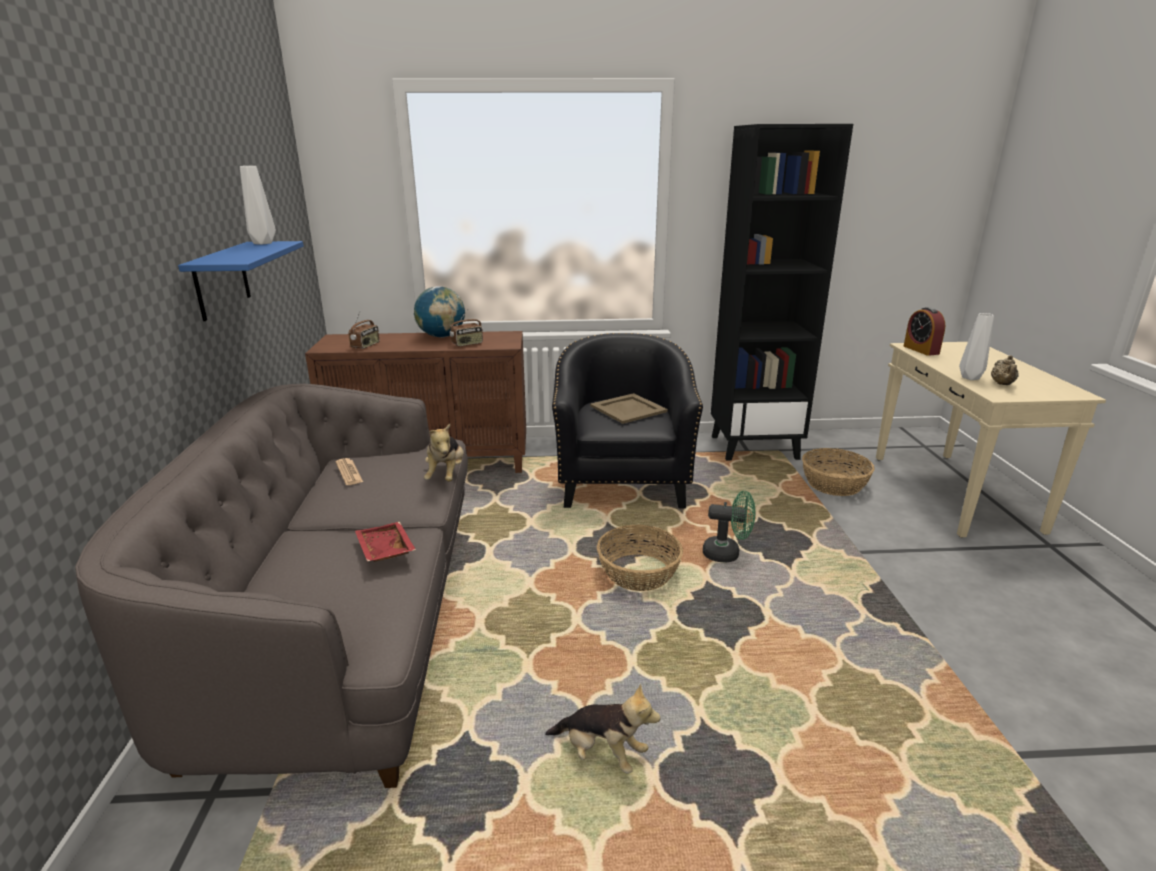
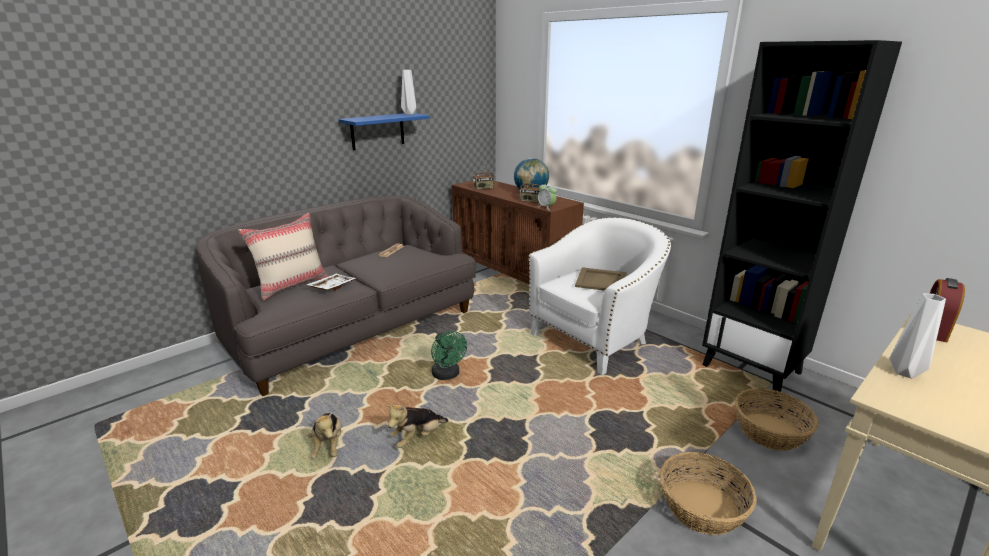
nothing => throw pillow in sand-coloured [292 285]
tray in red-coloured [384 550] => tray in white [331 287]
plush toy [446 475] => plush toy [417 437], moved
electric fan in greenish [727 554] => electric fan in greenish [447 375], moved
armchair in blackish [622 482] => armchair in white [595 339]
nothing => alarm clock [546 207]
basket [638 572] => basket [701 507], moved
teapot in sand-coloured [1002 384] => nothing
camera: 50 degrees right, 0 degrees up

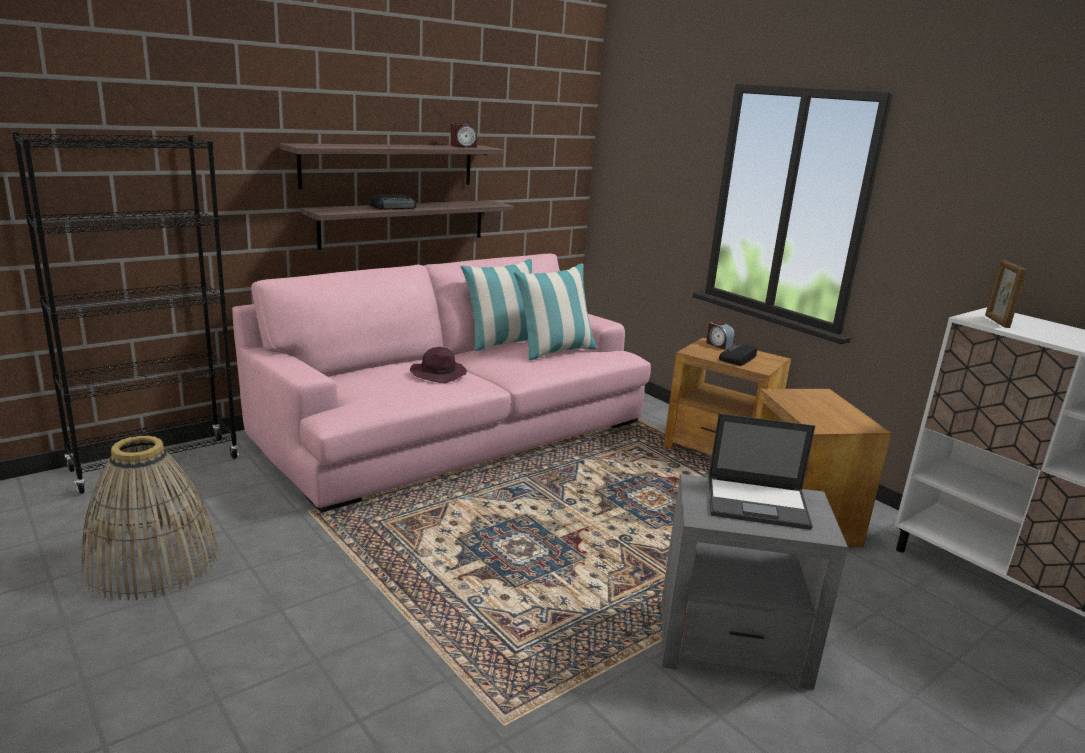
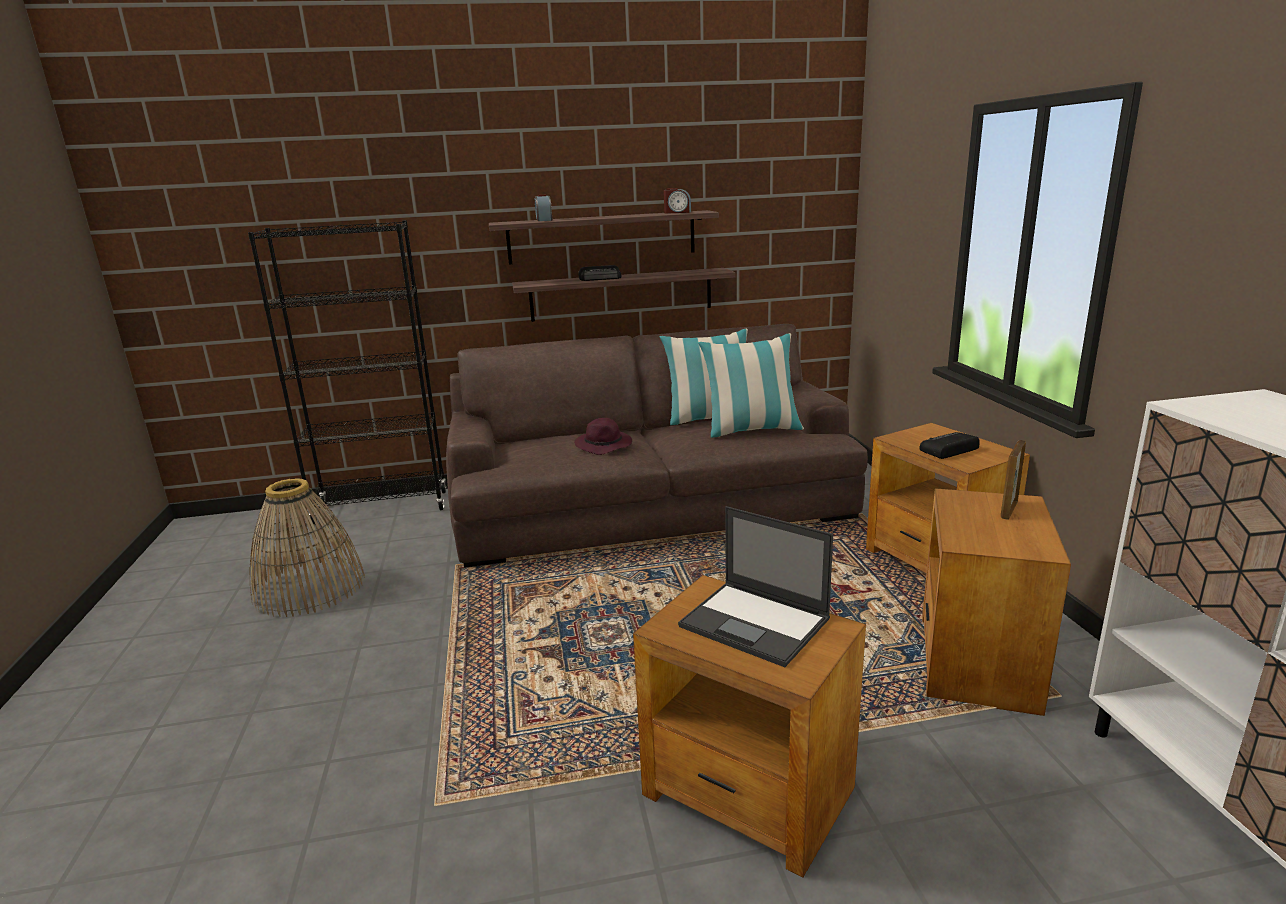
couch in pinkish [453 428] => couch in brown-coloured [651 503]
alarm clock [718 345] => alarm clock [544 220], moved
accent table in gray [733 644] => accent table in brown-coloured [749 792]
standing frame [996 321] => standing frame [1008 509], moved
camera: 30 degrees right, 0 degrees up

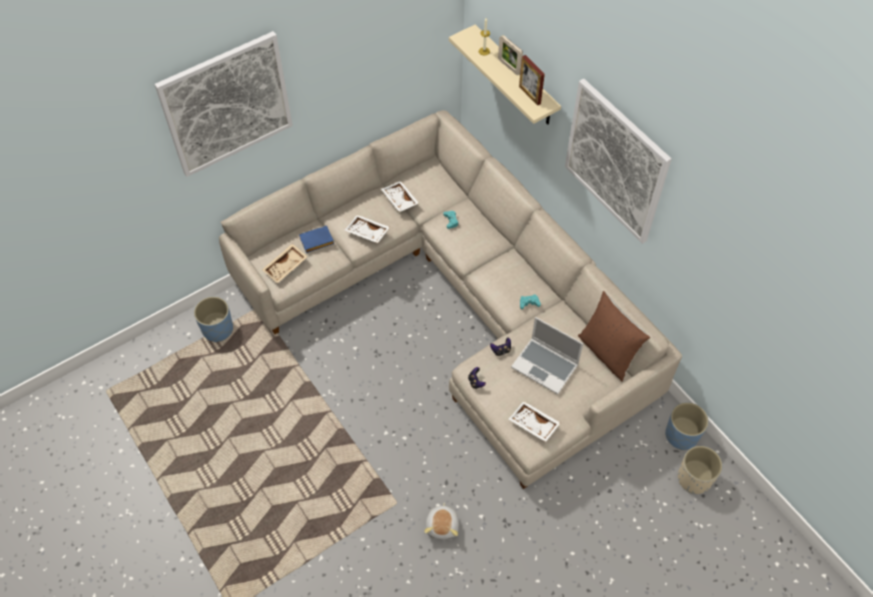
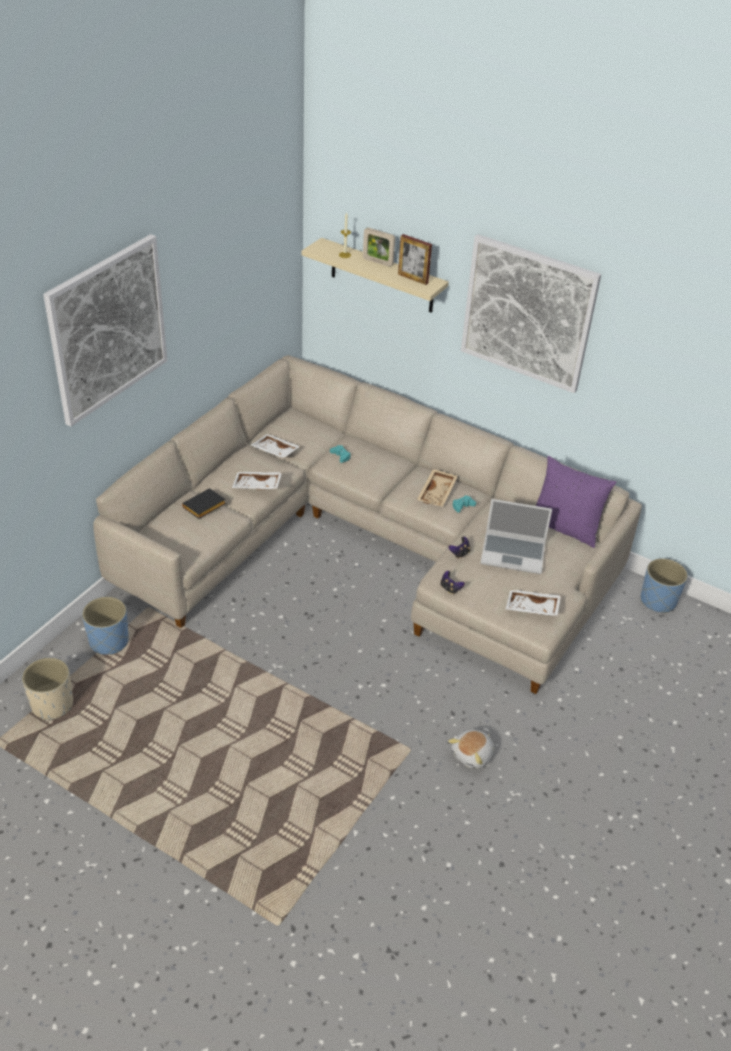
plant pot in sand-coloured [694 479] => plant pot in sand-coloured [53 704], moved
book in blue-coloured [316 242] => book in blackish [204 507]
tray in sand-coloured [286 267] => tray in sand-coloured [437 493], moved
plush toy [443 526] => plush toy [473 755], 60 degrees clockwise
throw pillow in brown-coloured [608 352] => throw pillow in purple-coloured [565 528]
camera: 25 degrees left, 15 degrees down

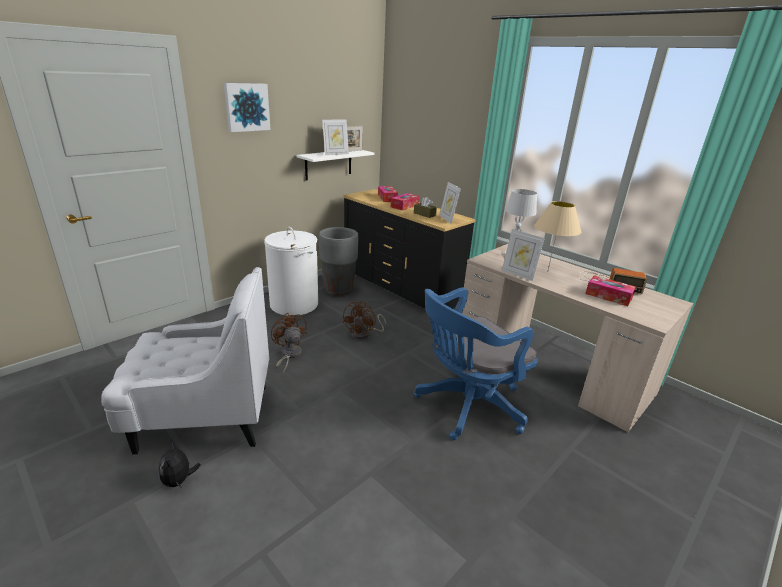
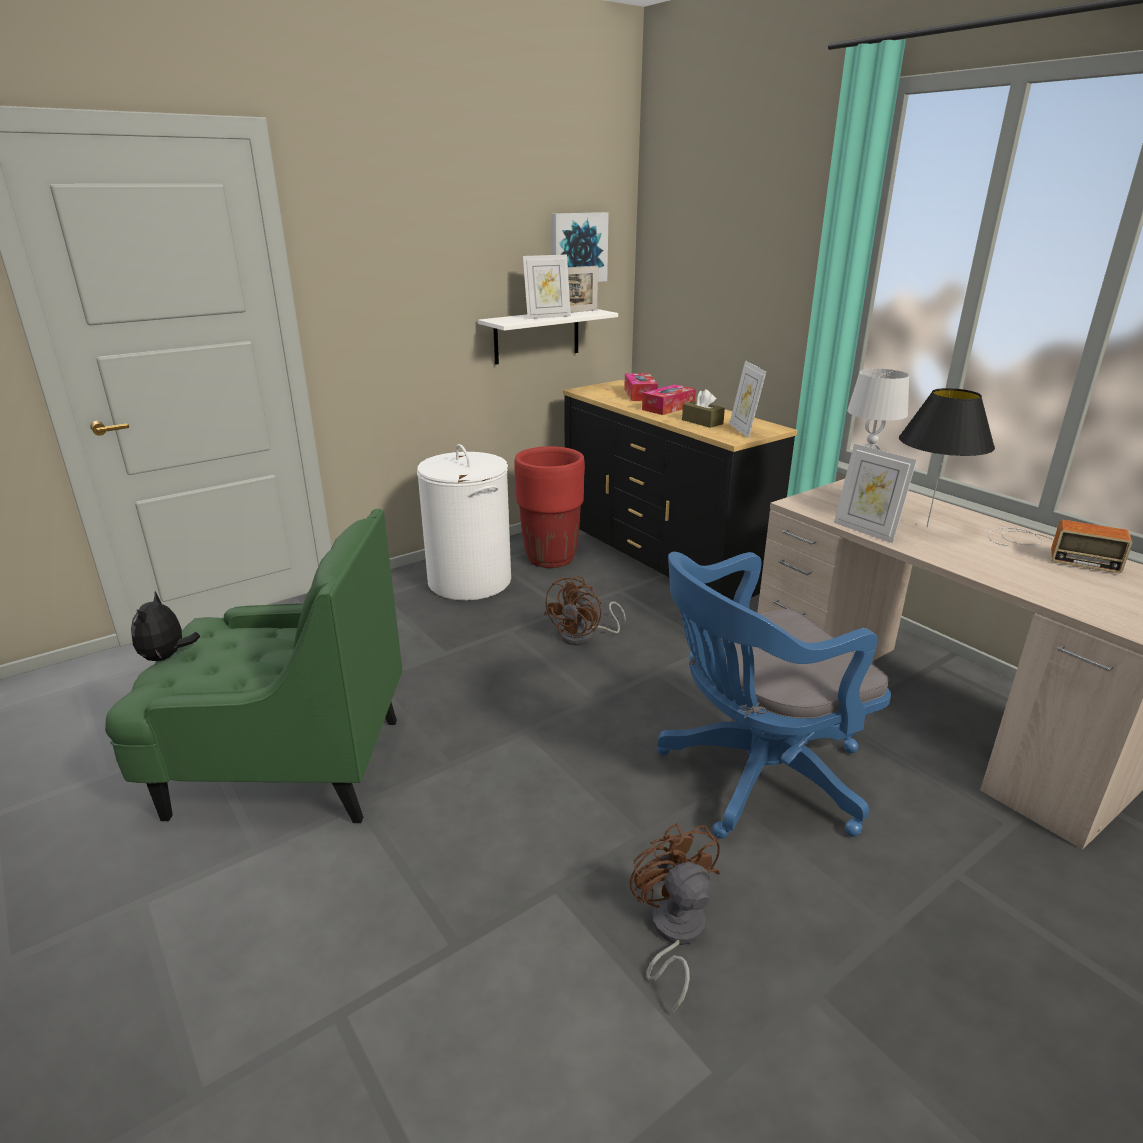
armchair in white [203 417] => armchair in greenish [285 767]
plush toy [179 480] => plush toy [166 657], moved
plant pot in gray [338 290] => plant pot in red-coloured [551 558]
wall art [246 107] => wall art [577 248], moved
electric fan in brown-coloured [289 355] => electric fan in brown-coloured [673 933], moved
lamp for a table in sand-coloured [547 271] => lamp for a table in blackish [926 527]
box of tissues [608 296] => nothing
camera: 10 degrees right, 0 degrees up

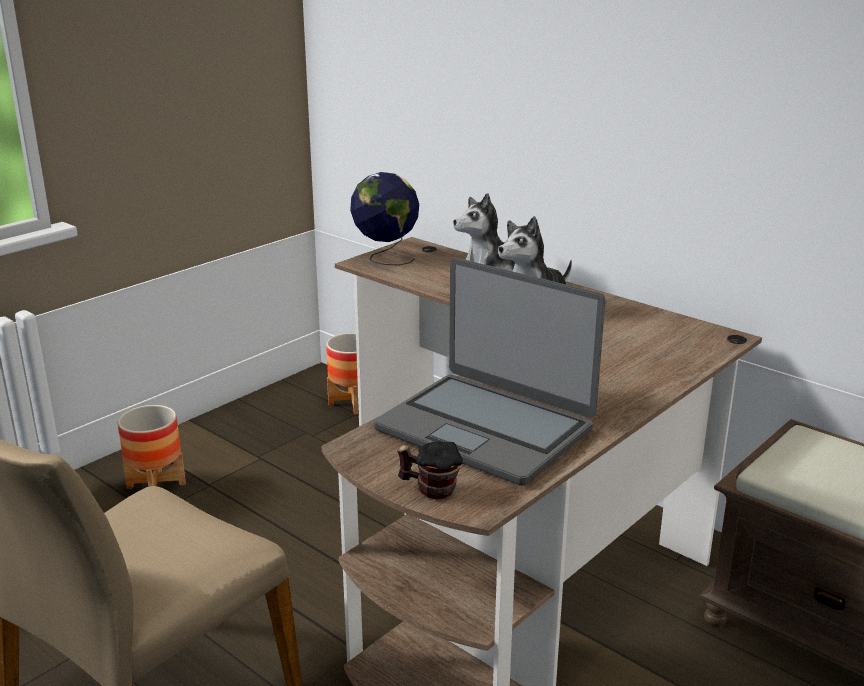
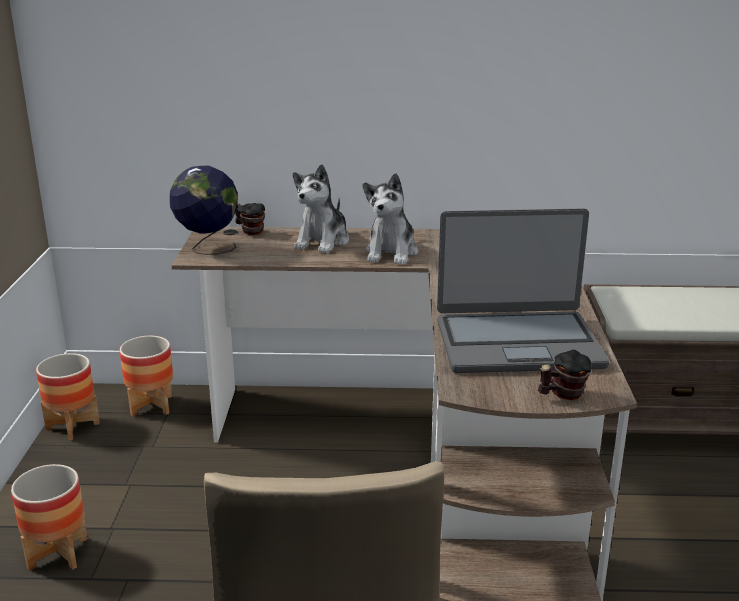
nothing => plant pot [72 426]
nothing => tea mug [250 231]
camera: 40 degrees left, 0 degrees up

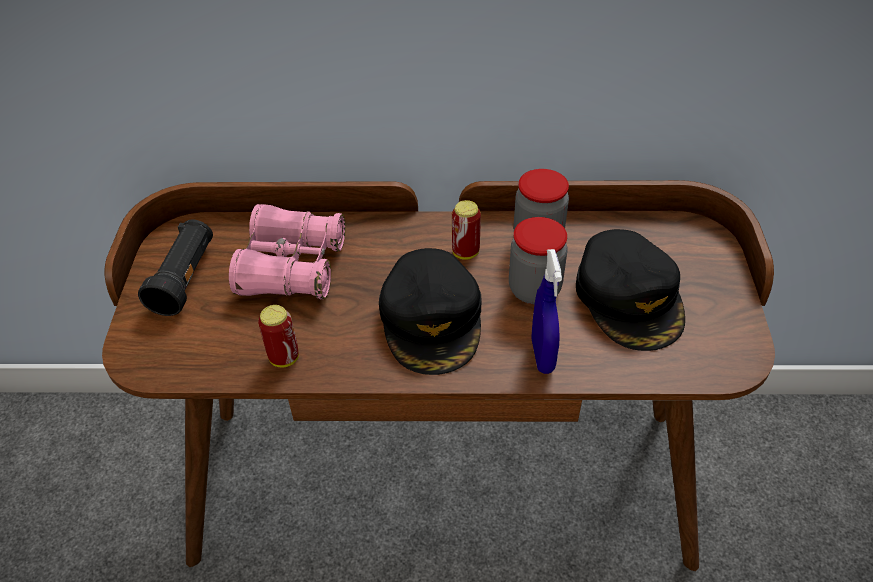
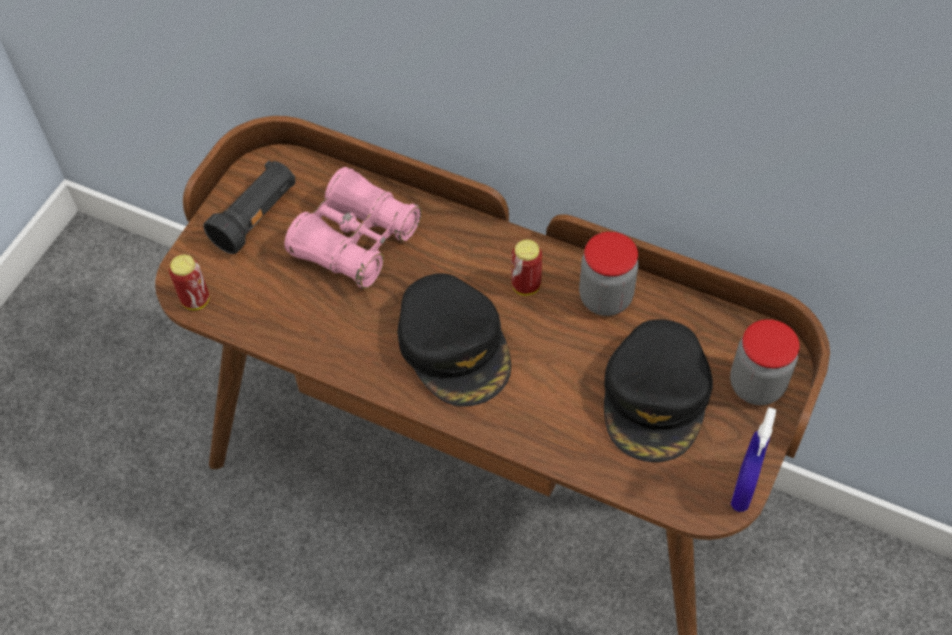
sealed can [284 358] => sealed can [196 300], moved
cap in blackish [432 319] => cap in blackish [455 346], 45 degrees counterclockwise
storage jar [534 289] => storage jar [756 385], moved
hand sprayer in blue-coloured [542 355] => hand sprayer in blue-coloured [743 489], moved
camera: 25 degrees right, 10 degrees up

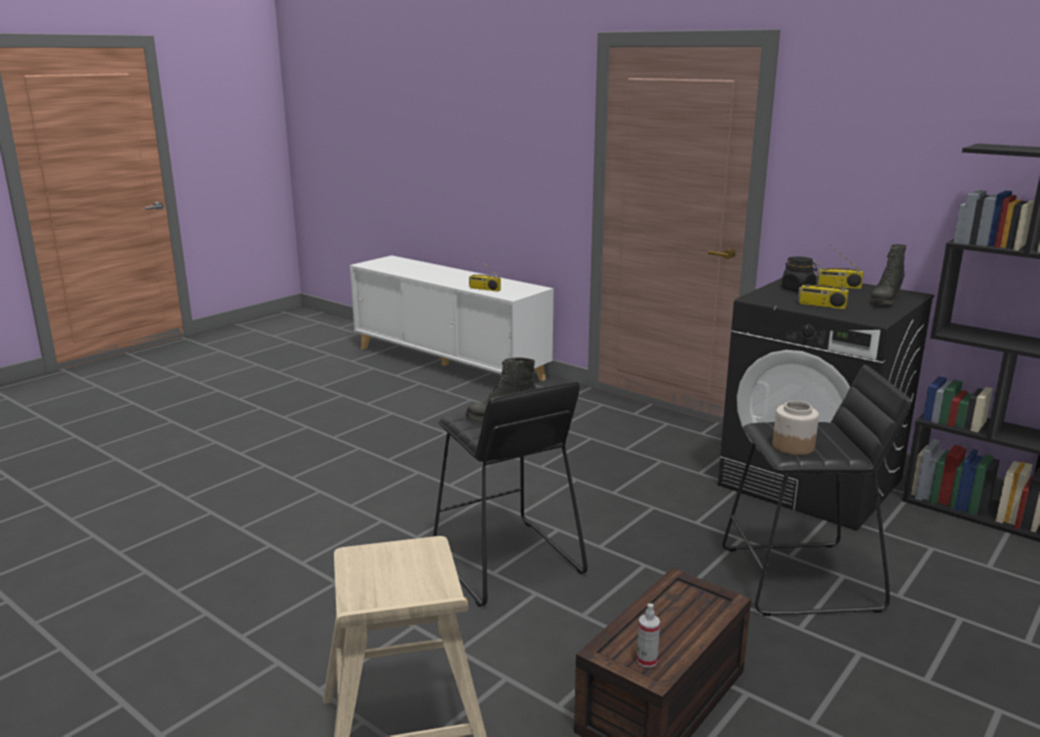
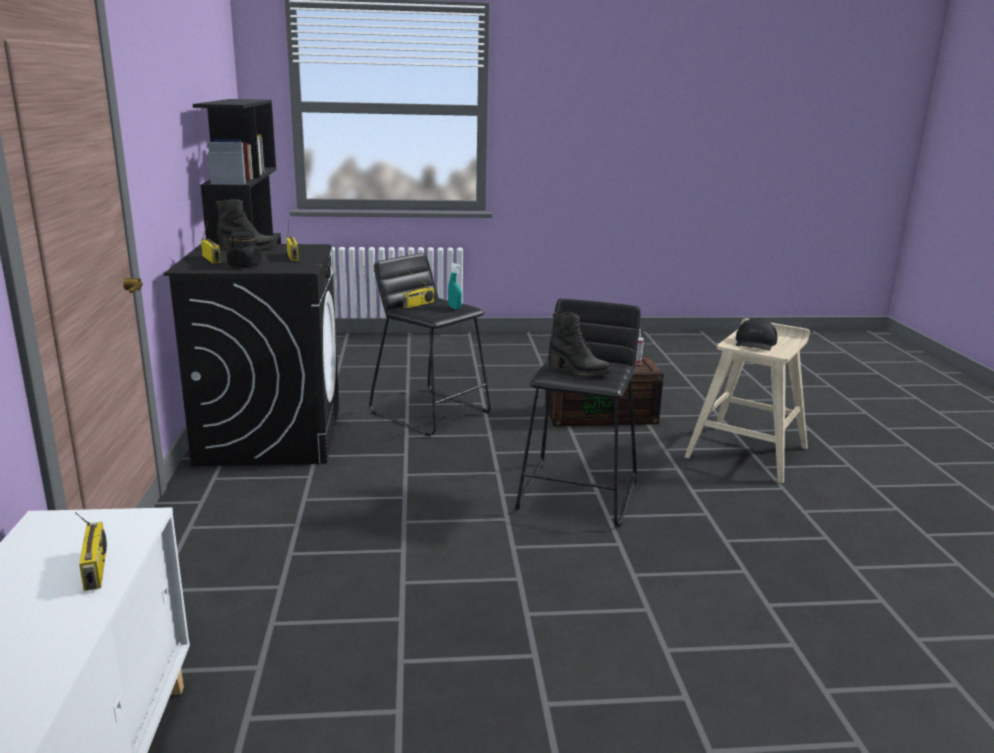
nothing => radio set [418 304]
storage jar [792 446] => hand sprayer in turquoise [454 308]
nothing => cap in blackish [755 343]
camera: 135 degrees left, 0 degrees up

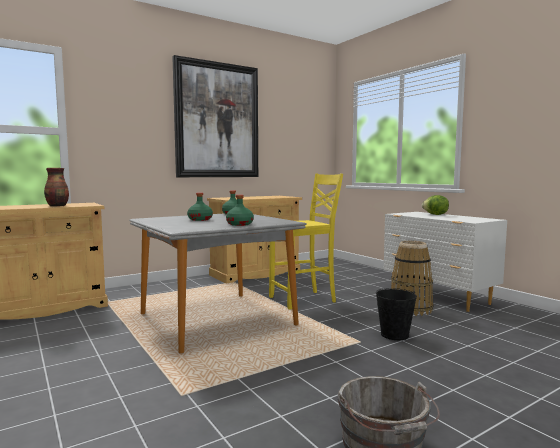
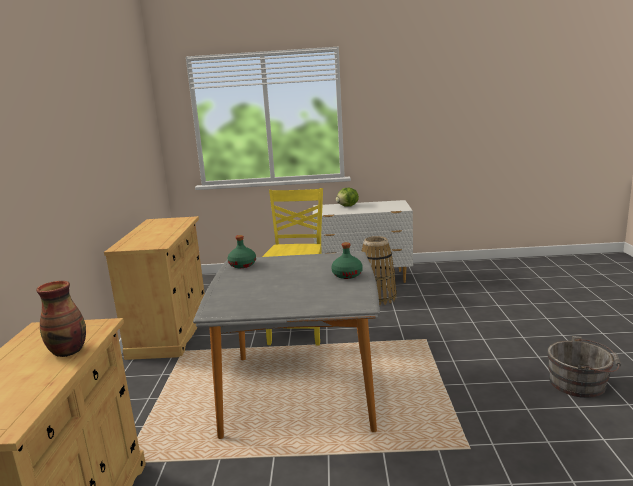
wall art [217 121] => nothing
bottle in greenish [200 219] => nothing
pail in blackish [394 335] => nothing
camera: 55 degrees left, 10 degrees up

